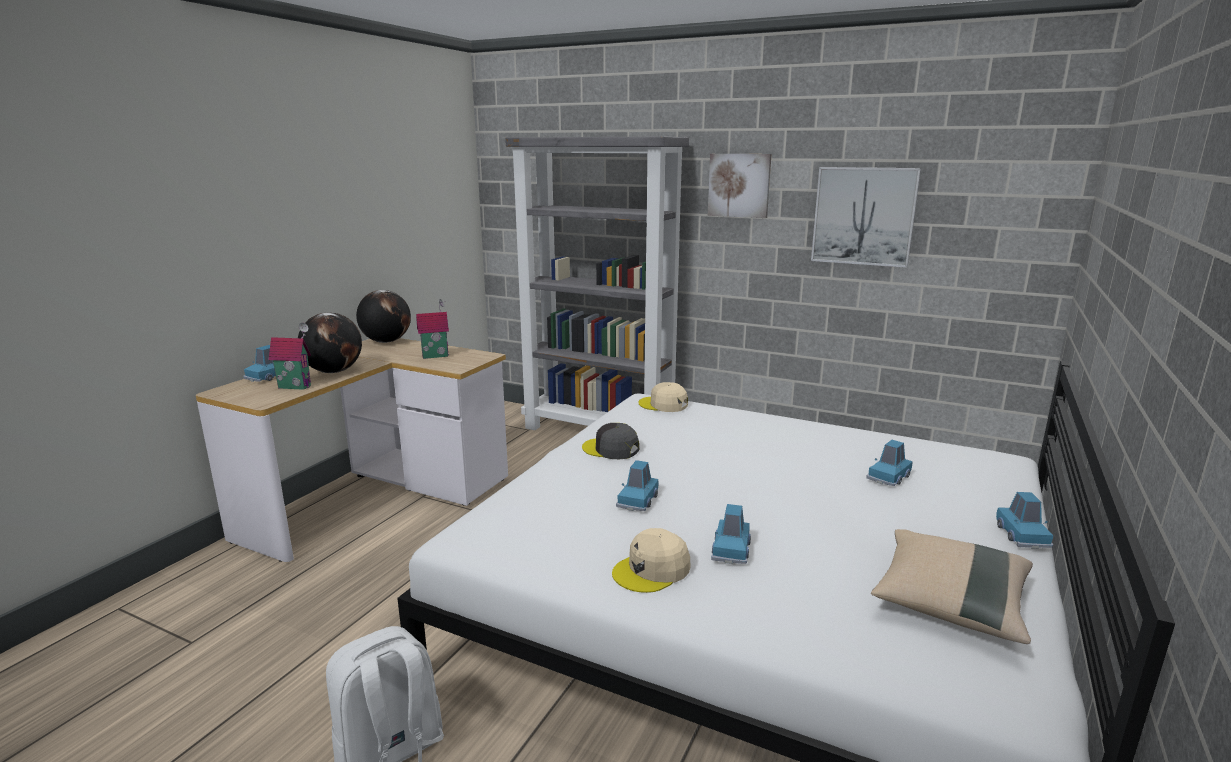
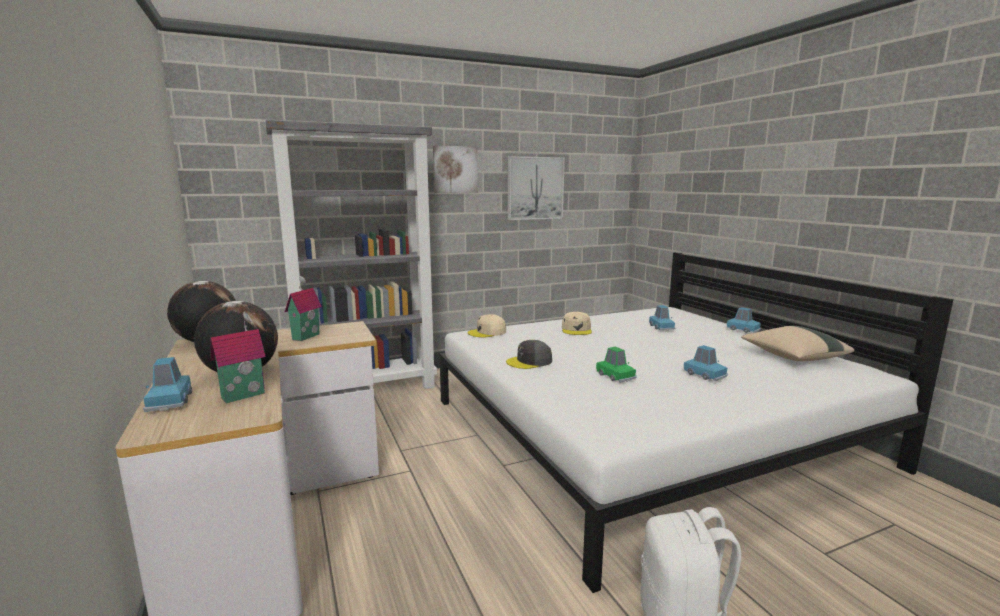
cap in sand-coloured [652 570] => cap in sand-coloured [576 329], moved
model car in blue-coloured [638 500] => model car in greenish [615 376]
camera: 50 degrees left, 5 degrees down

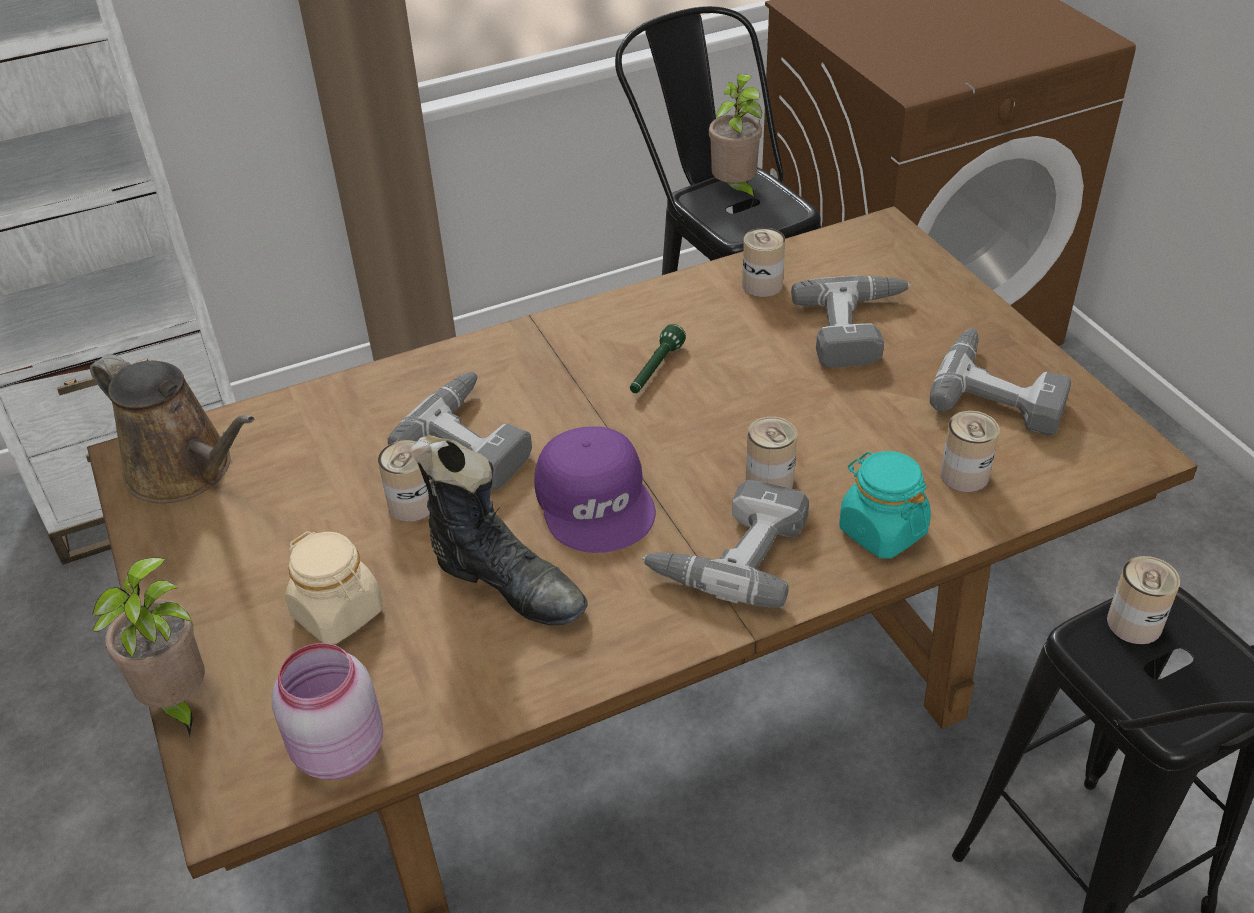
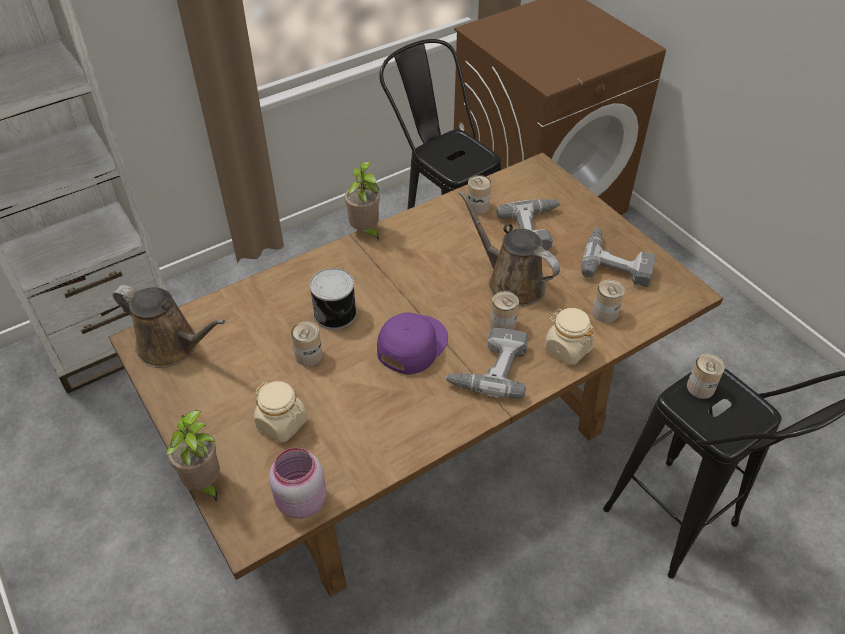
drill [476 439] => sealed can [336 313]
potted plant [735 190] => potted plant [365 231], moved
cap in purple-coloured [596 500] => cap in purple-coloured [411 344], 120 degrees counterclockwise
nothing => sprinkling can in brown-coloured [511 282]
storage jar in turquoise [882 531] => storage jar in sand-coloured [567 349]
high-top boot in blackish [507 584] => nothing
flashlight in greenish [655 370] => nothing
camera: 10 degrees left, 5 degrees up

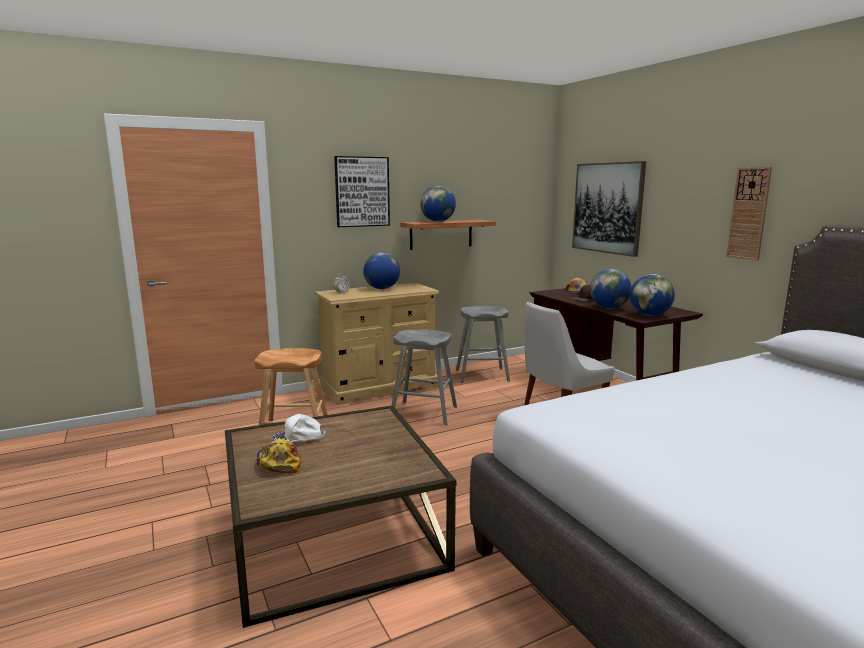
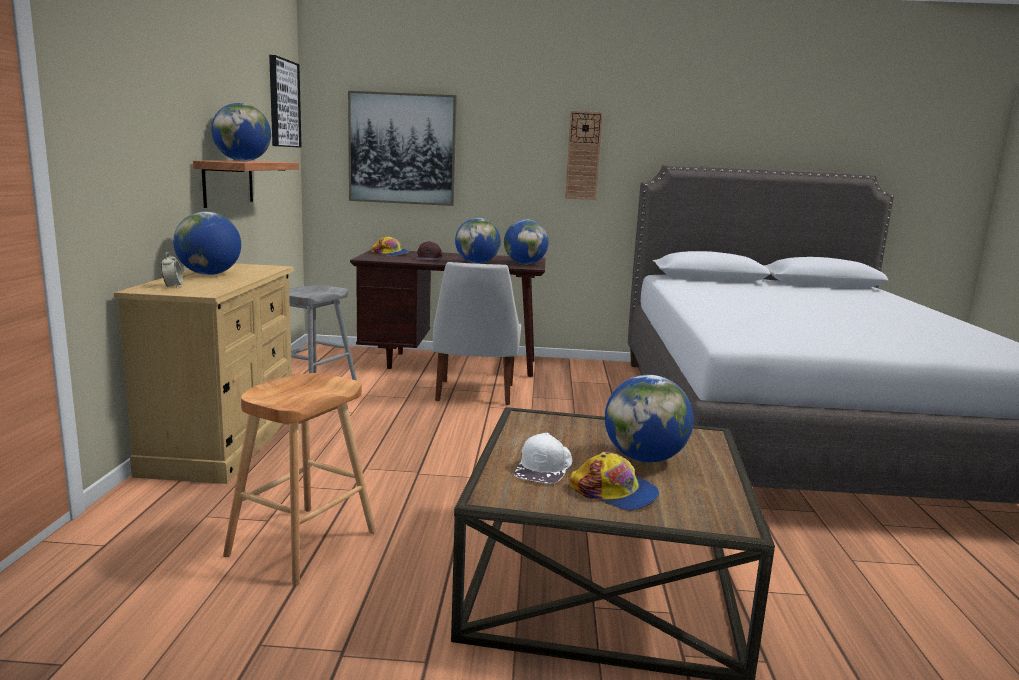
wall art [362 191] => wall art [283 103], moved
cap [278 462] => cap [614 492], 150 degrees counterclockwise
nothing => desk globe [644 458]
stool seat in gray [423 413] => nothing
camera: 60 degrees left, 0 degrees up

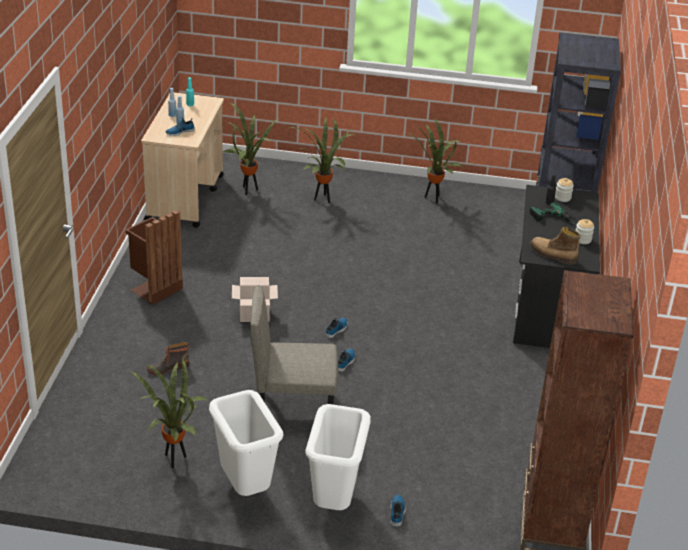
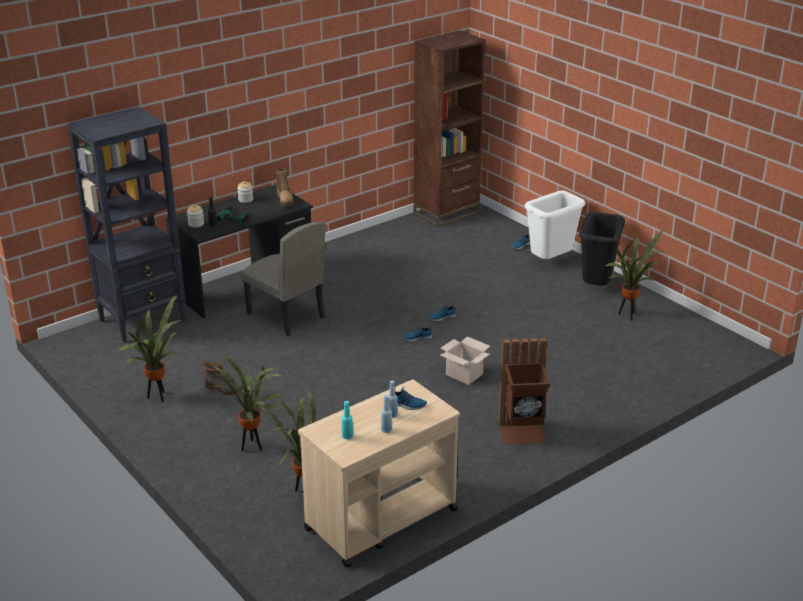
high-top boot [167 367] => high-top boot [223 389], moved
chair in sand-coloured [293 408] => chair in sand-coloured [285 316], moved
trash can in white [245 487] => trash can in blackish [596 287]
camera: 135 degrees left, 5 degrees down

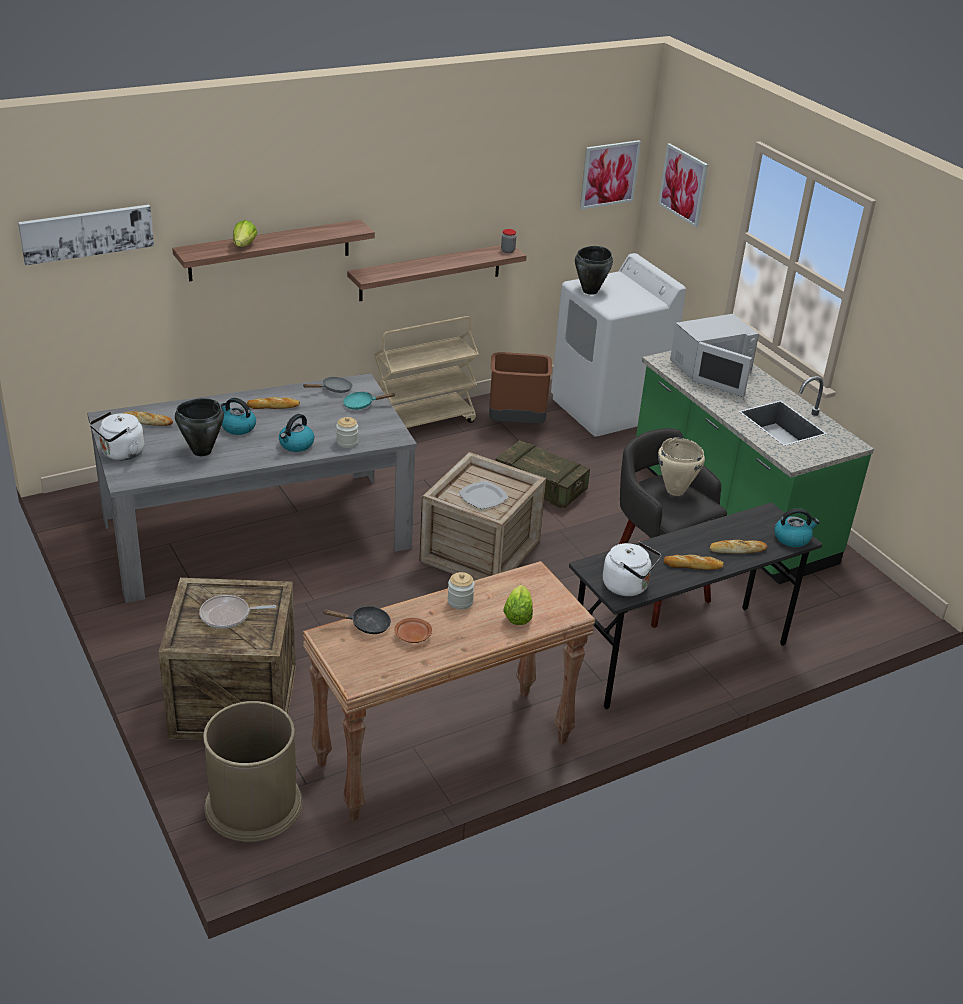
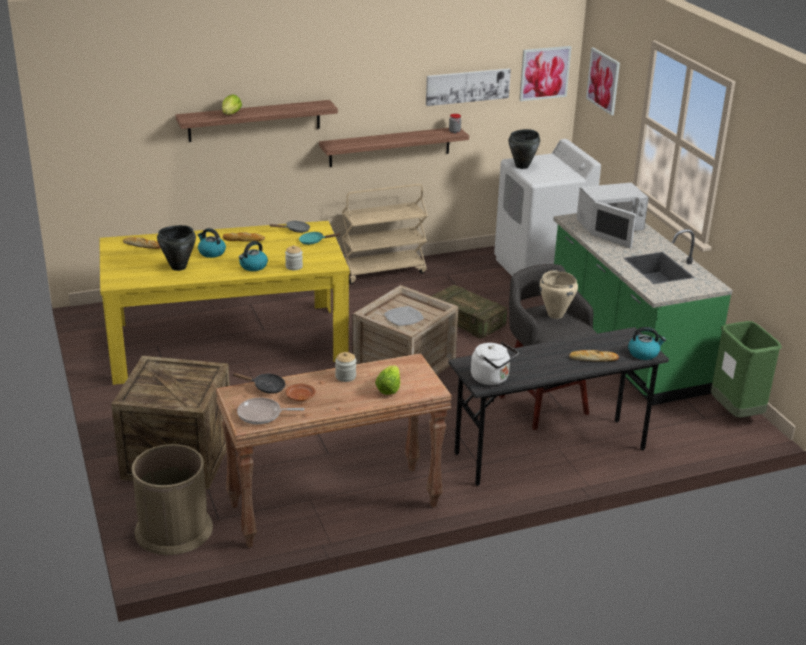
kitchen table in gray [256 533] => kitchen table in yellowish [227 343]
frying pan [228 615] => frying pan [262 415], moved
wall art [87 233] => wall art [467 86], moved
nothing => trash can in greenish [735 413]
tea kettle in white [120 453] => nothing
trash can in brown-coloured [516 423] => nothing
baked bread [693 565] => nothing
camera: 10 degrees right, 5 degrees down

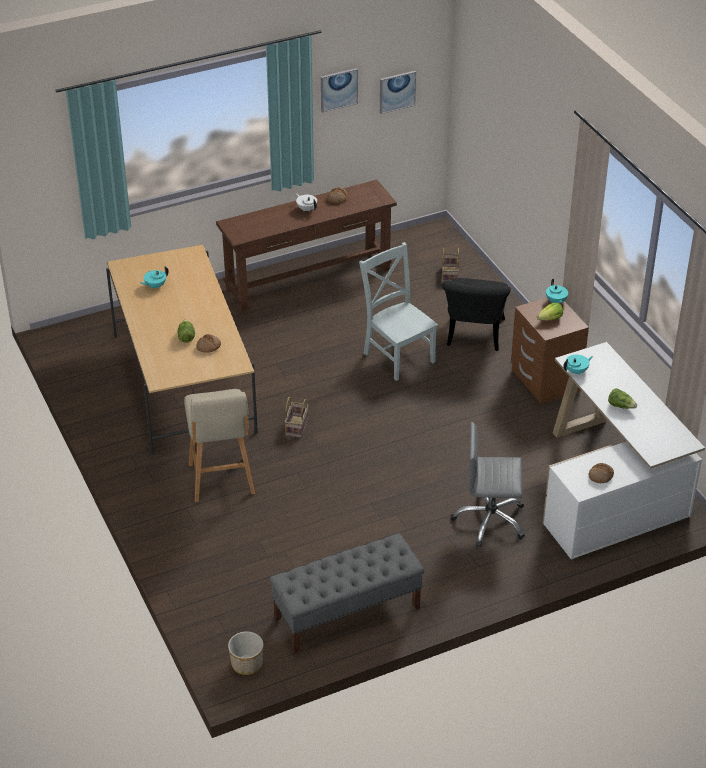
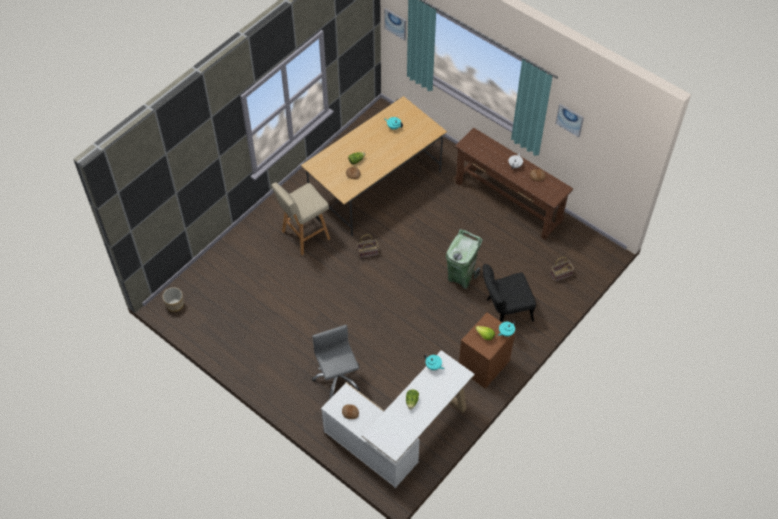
wall art [397 91] => wall art [395 23], moved
chair in gray [397 355] => trash can in greenish [461 277]
indoor bench in gray [346 614] => nothing
camera: 65 degrees right, 15 degrees up

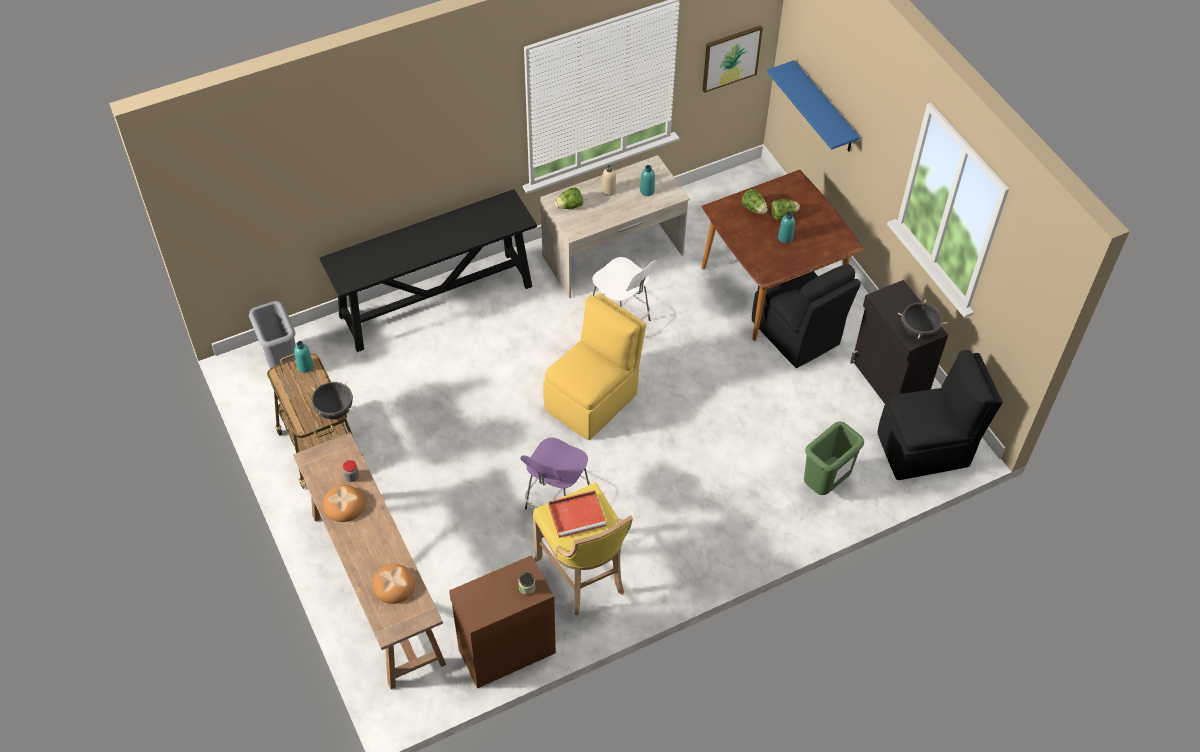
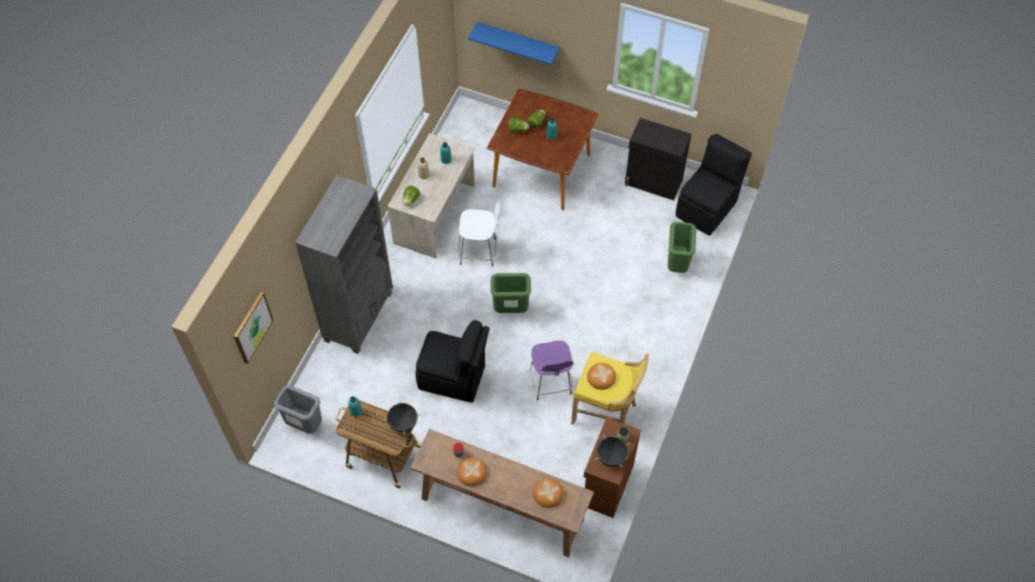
wall art [731 58] => wall art [252 327], moved
hall table in blackish [437 301] => shelving unit in gray [359 316]
chair in blackish [796 334] => chair in blackish [453 378], moved
chair in yellowish [593 400] => trash can in greenish [511 309]
tray in red-coloured [578 515] => baked bread [601 377]
stockpot in blackish [918 331] => stockpot in blackish [611 457], moved
camera: 40 degrees left, 5 degrees up

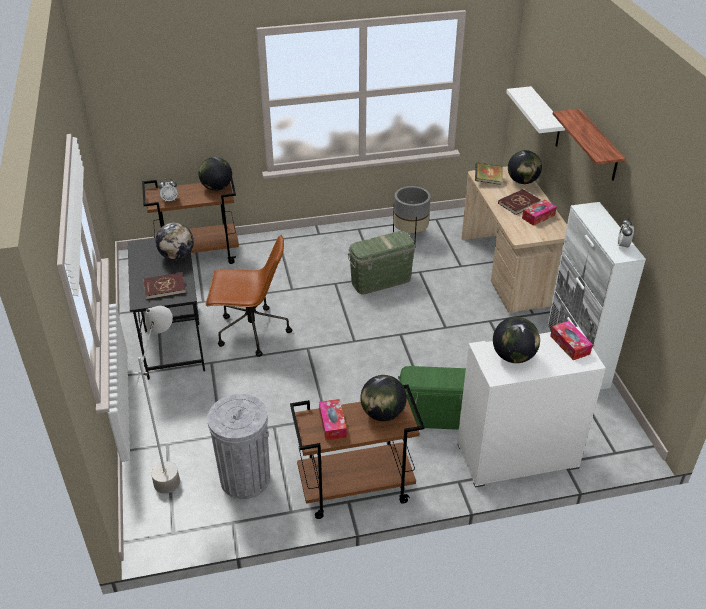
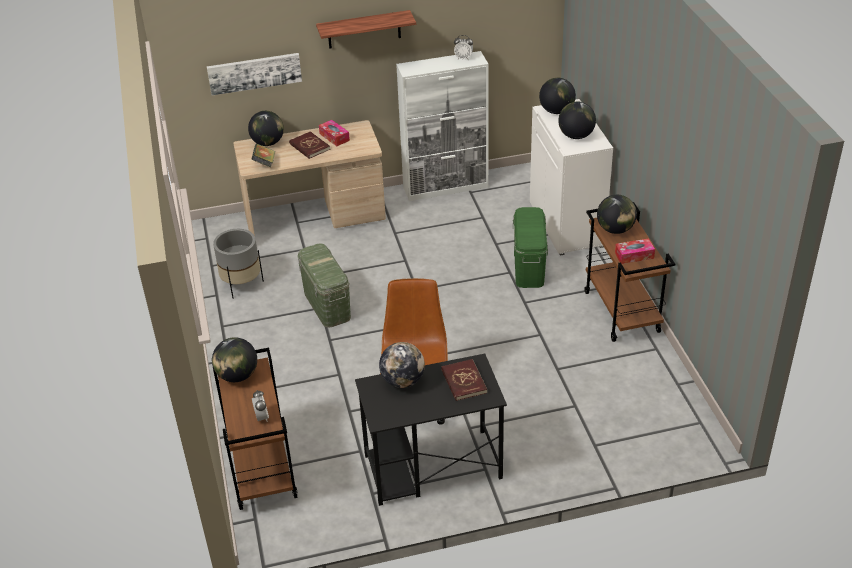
bracket shelf in white [545 118] => wall art [254 73]
box of tissues [570 345] => desk globe [556 111]
standard lamp in gray [174 465] => nothing
trash can in gray [245 478] => nothing
camera: 90 degrees left, 0 degrees up

